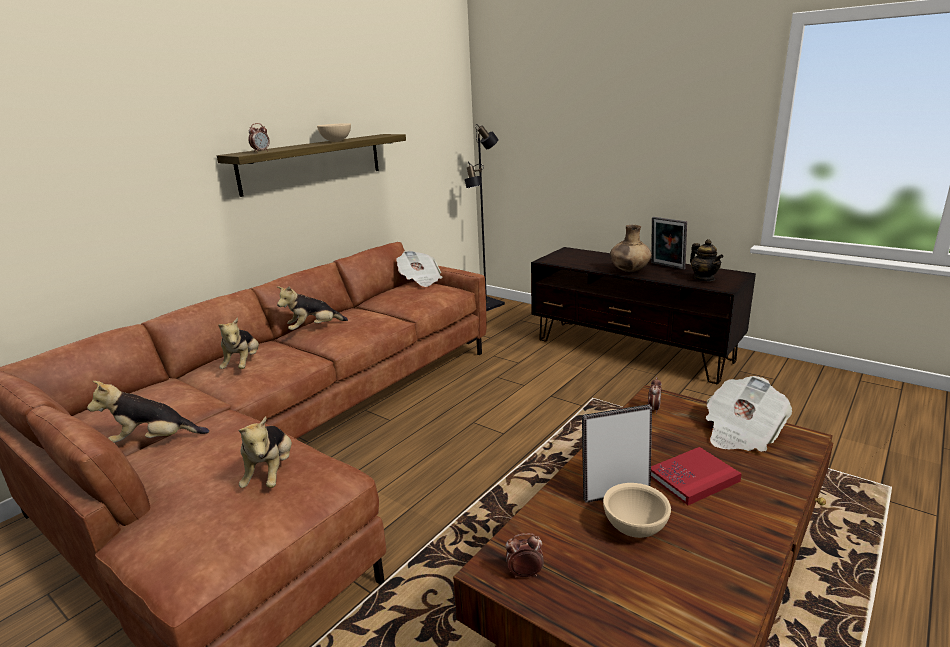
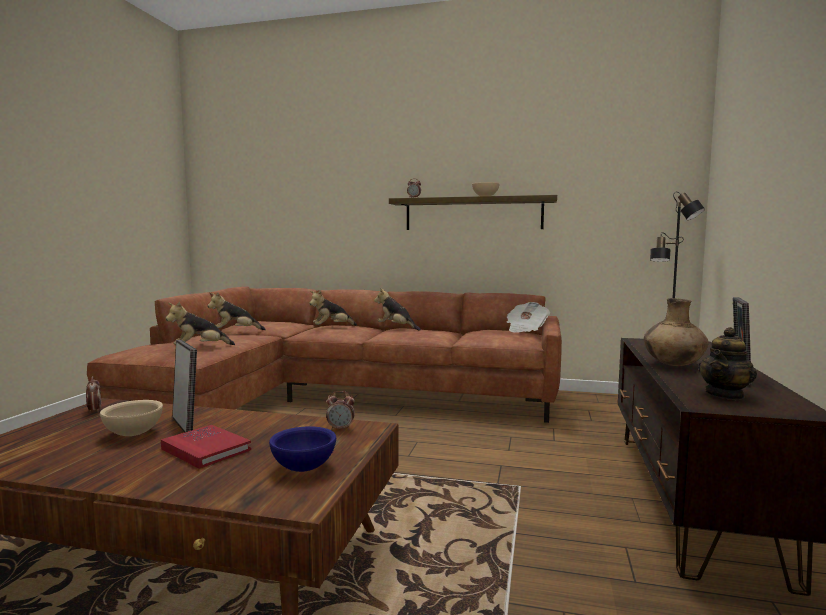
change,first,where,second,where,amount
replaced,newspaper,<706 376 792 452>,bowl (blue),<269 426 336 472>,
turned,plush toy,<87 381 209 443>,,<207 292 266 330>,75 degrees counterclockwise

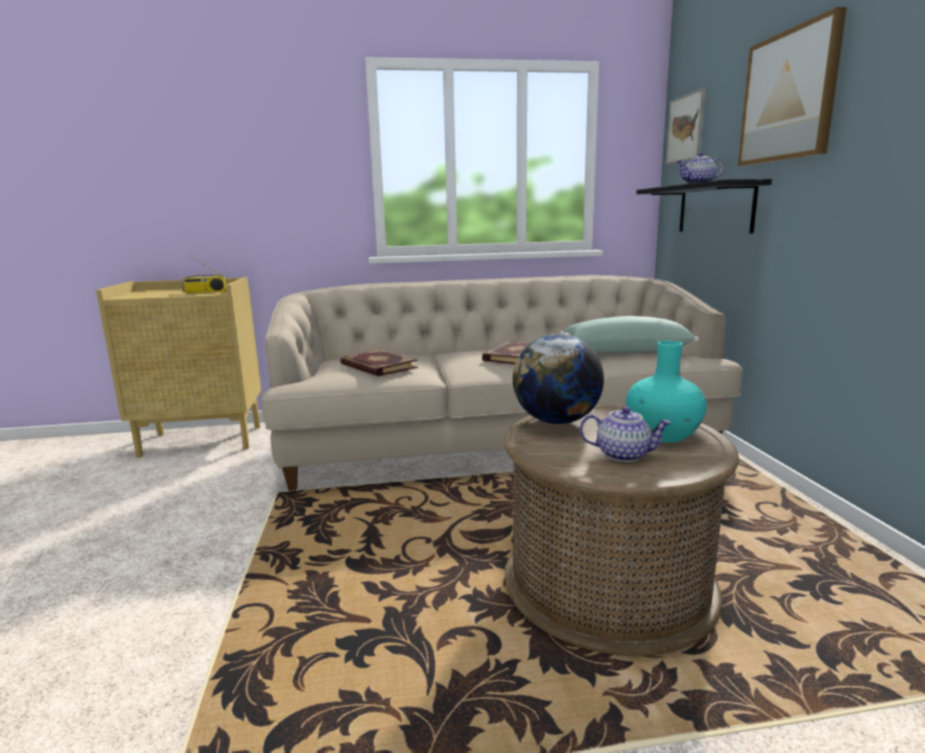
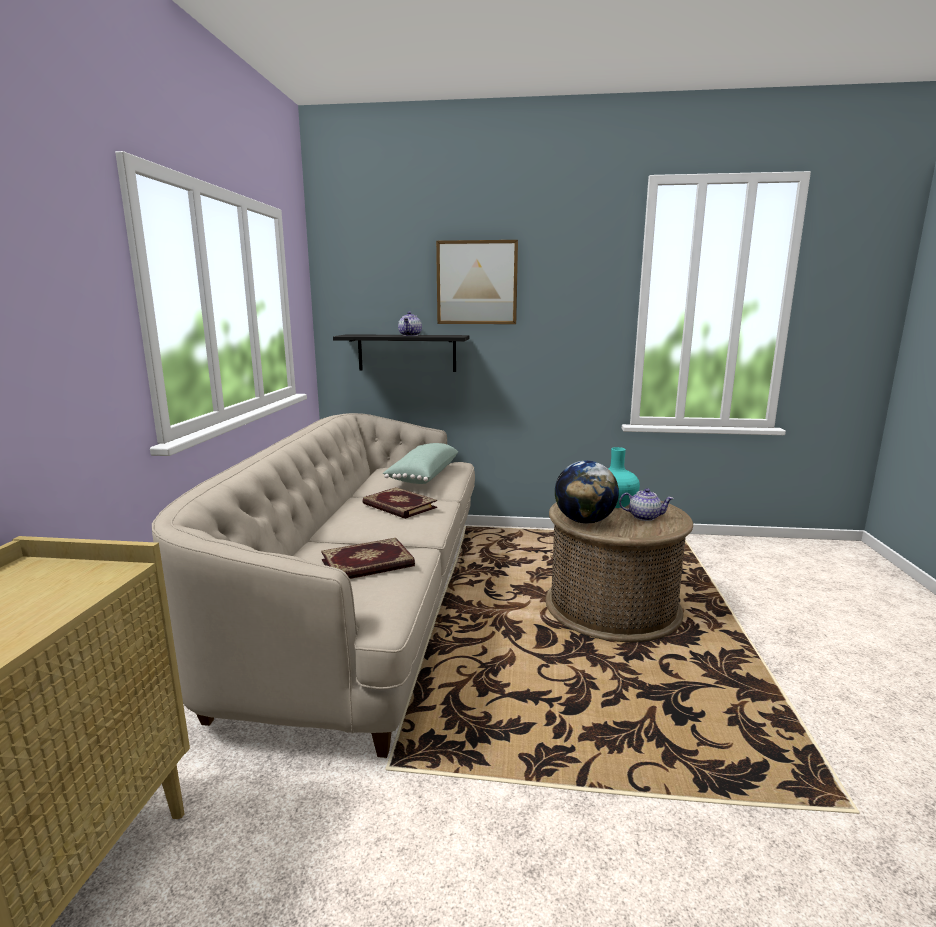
change,first,where,second,where,amount
removed,picture,<666 88 706 164>,,,
removed,radio,<181 254 226 294>,,,
turned,teapot,<579 406 672 462>,,<619 488 674 521>,75 degrees clockwise

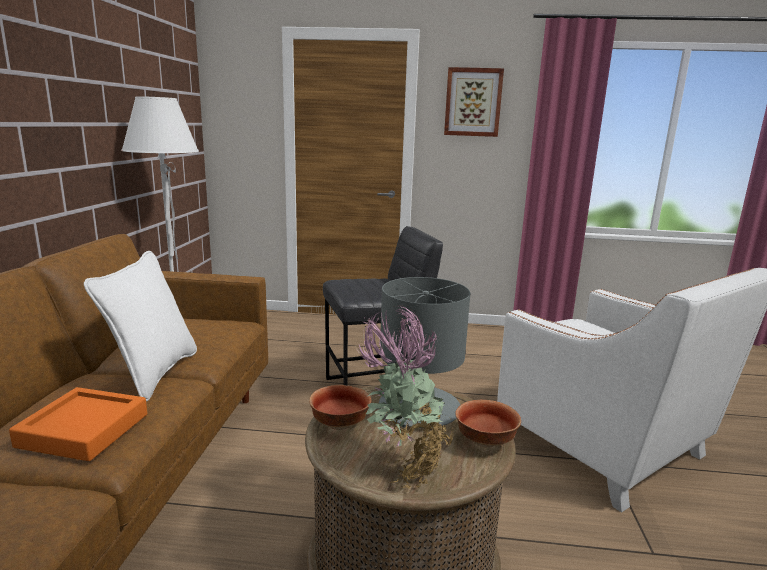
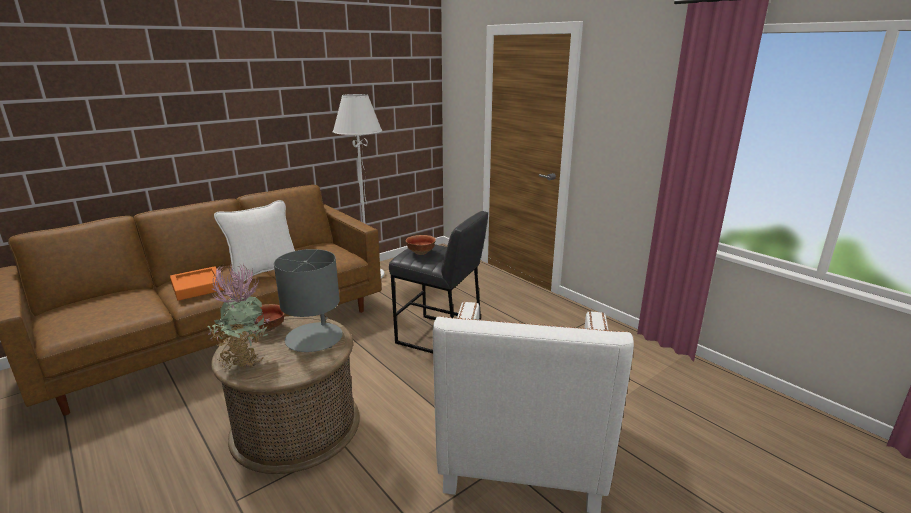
change,first,where,second,where,amount
removed,picture,<444 67 504 137>,,,
moved,bowl,<455 400 521 448>,,<406 235 436 255>,

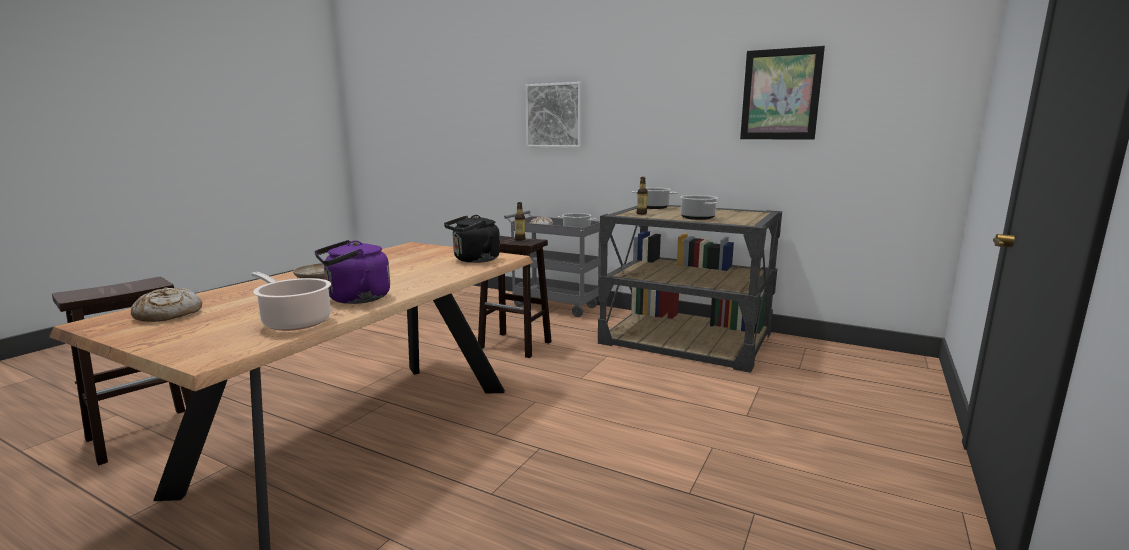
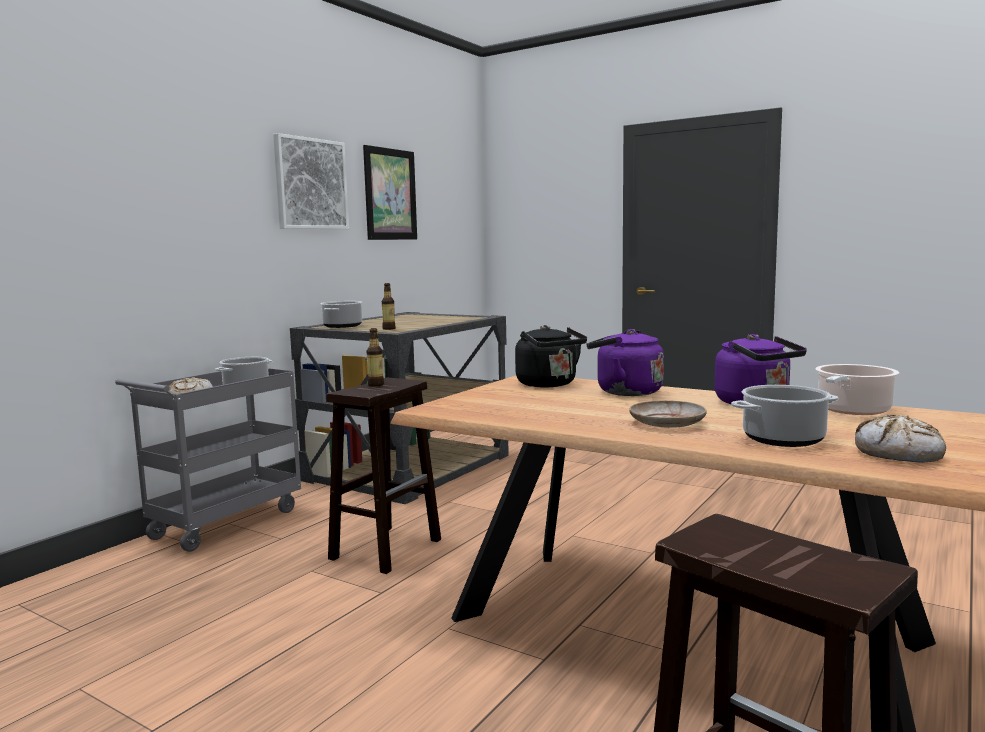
change,first,where,second,where,amount
moved,picture,<525 82 582 148>,,<273 133 349 229>,
moved,cooking pot,<681 195 717 220>,,<731 385 838 447>,
added,,,kettle (purple),<587 329 664 396>,

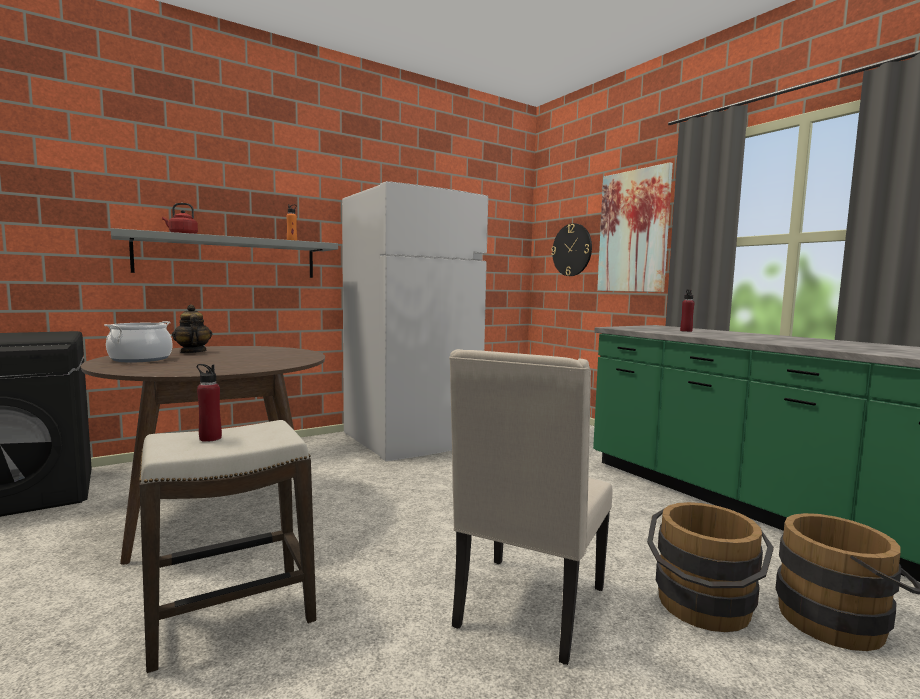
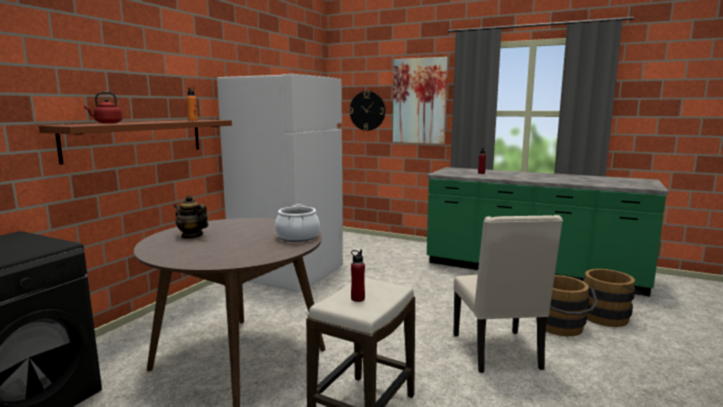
change,first,where,second,where,amount
recoloured,shelf (grey),<111 228 338 278>,shelf (brown),<39 120 232 165>,
moved,cooking pot,<104 321 172 362>,,<275 204 320 242>,

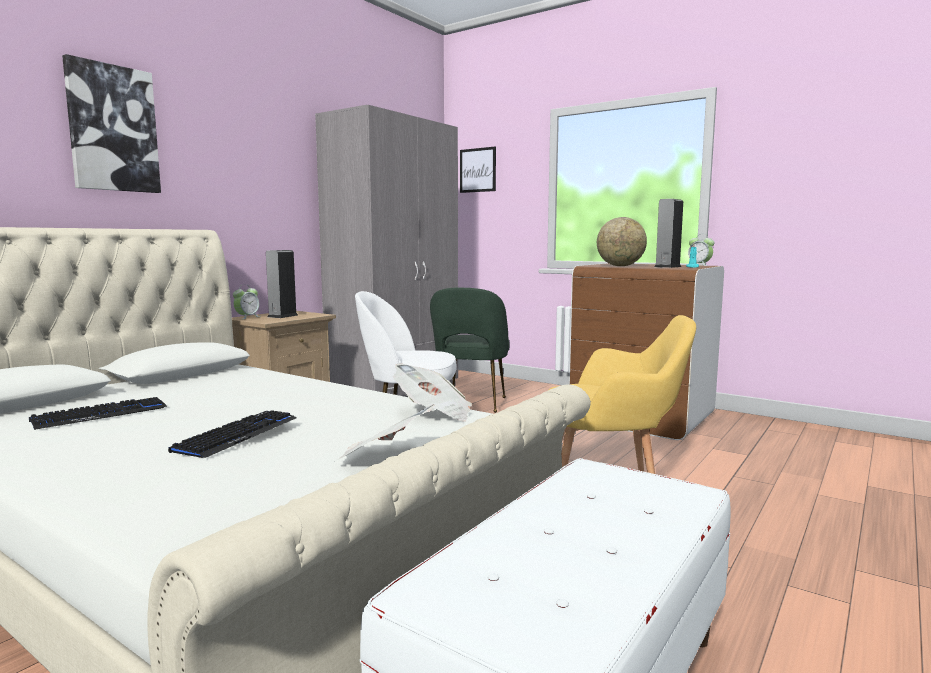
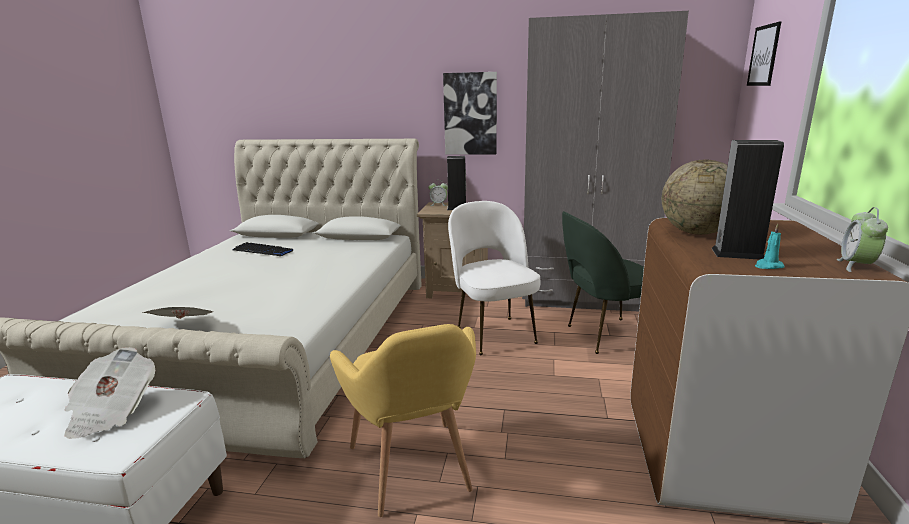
change,first,where,second,where,amount
moved,picture,<62 54 161 193>,,<443 72 497 154>,
moved,newspaper,<393 363 472 421>,,<64 347 156 439>,
removed,keyboard,<168 410 297 458>,,,

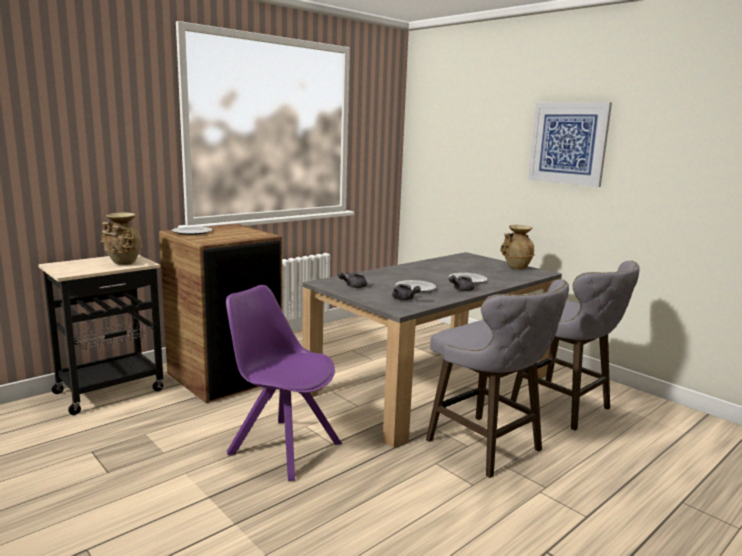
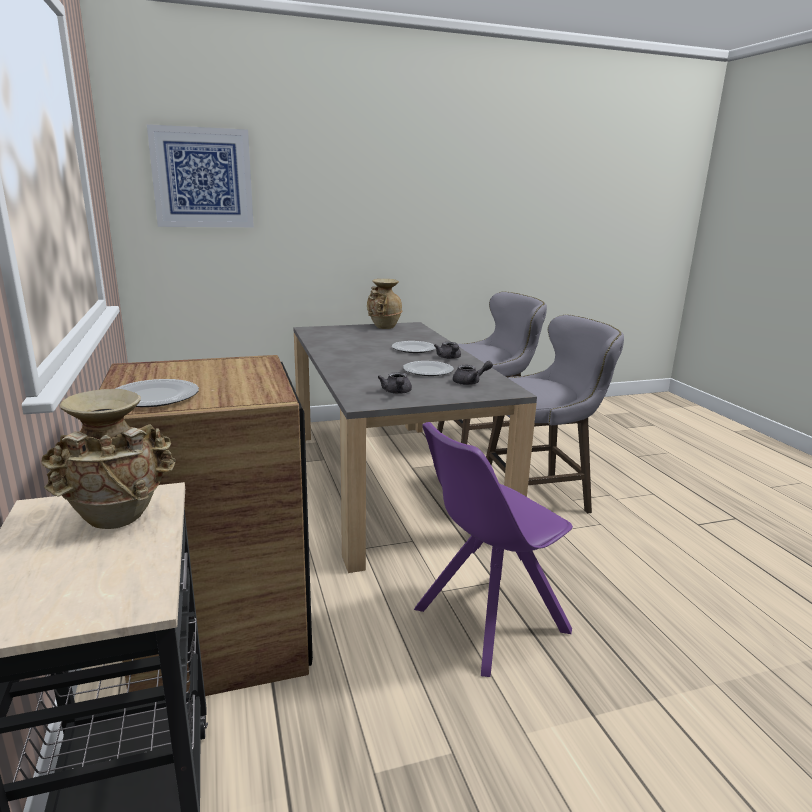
change,first,where,second,where,amount
moved,picture,<528 102 612 187>,,<147 124 254 227>,

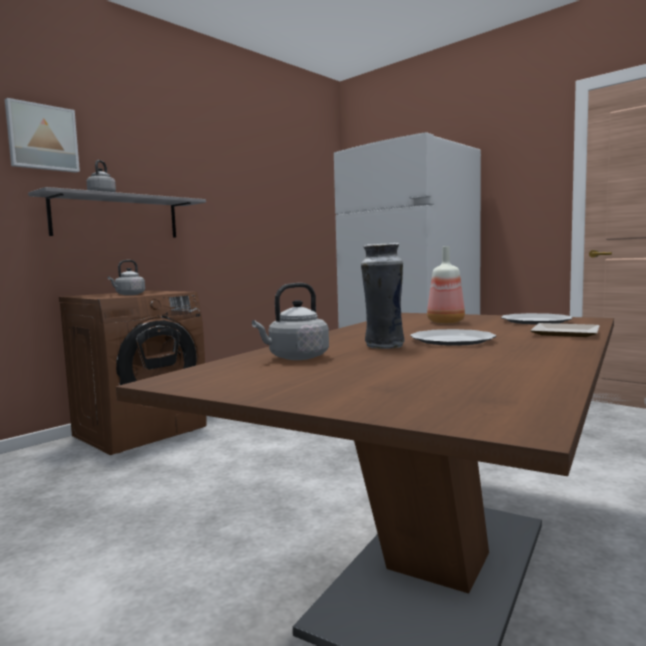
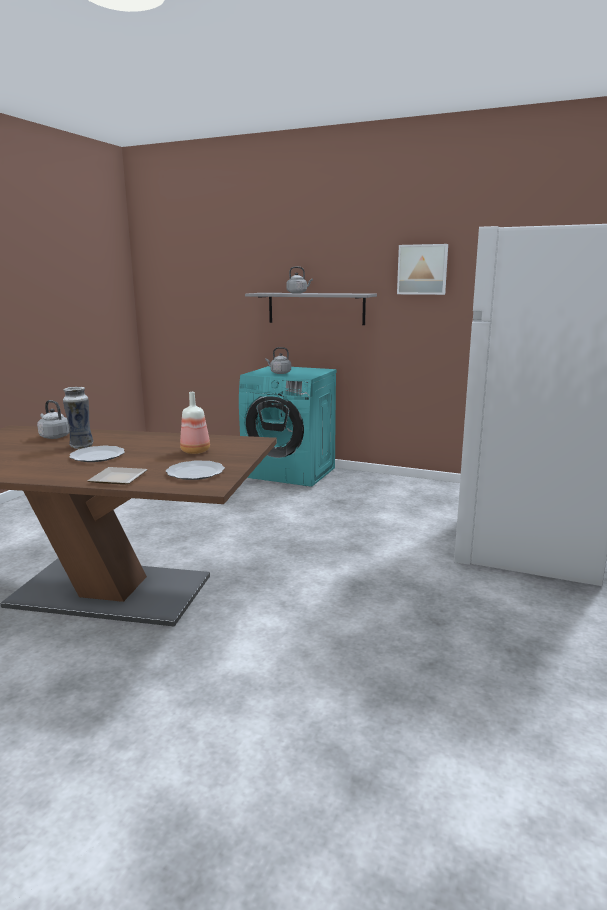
change,first,where,second,where,amount
moved,picture,<5 98 80 173>,,<397 244 448 295>,
recoloured,washing machine (brown),<59 291 206 455>,washing machine (turquoise),<239 366 336 487>,

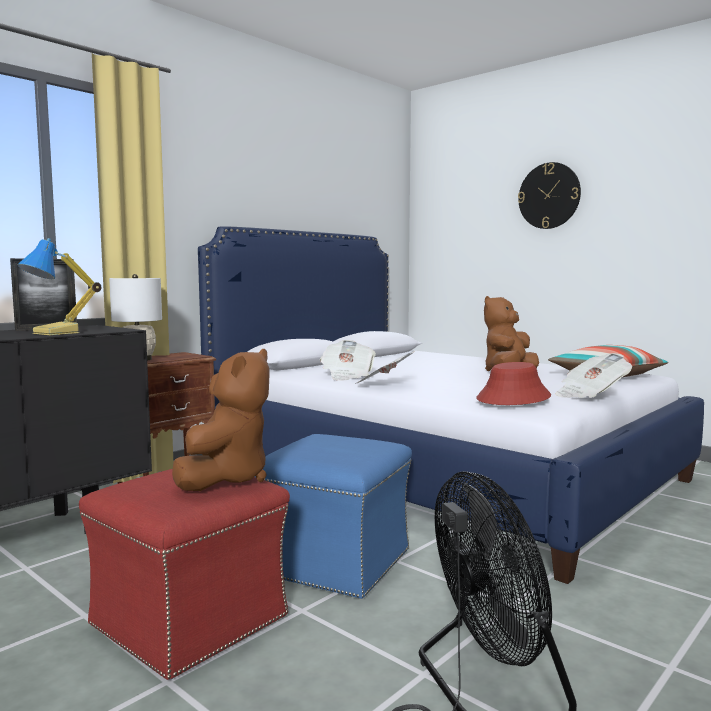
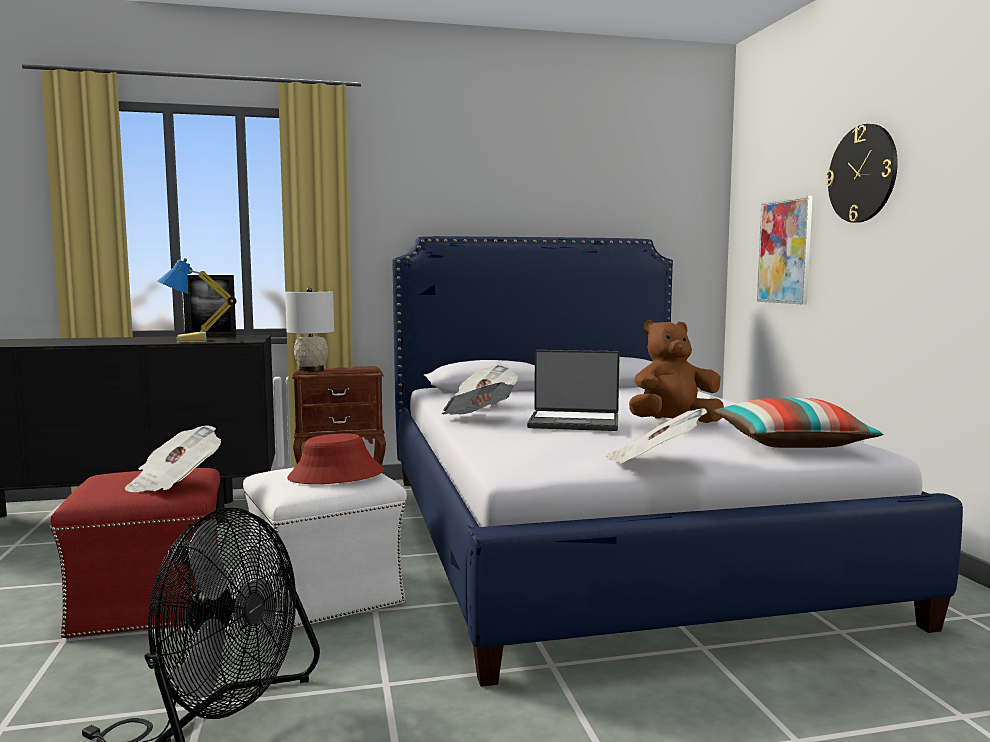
change,first,where,second,where,amount
replaced,plush toy (brown),<172 349 270 491>,newspaper,<125 426 221 492>,
moved,hat (red),<476 362 551 405>,,<287 434 384 484>,
recoloured,ottoman (blue),<255 434 412 599>,ottoman (white),<243 467 407 630>,
added,,,picture,<757 196 813 304>,
added,,,laptop,<527 350 620 431>,

